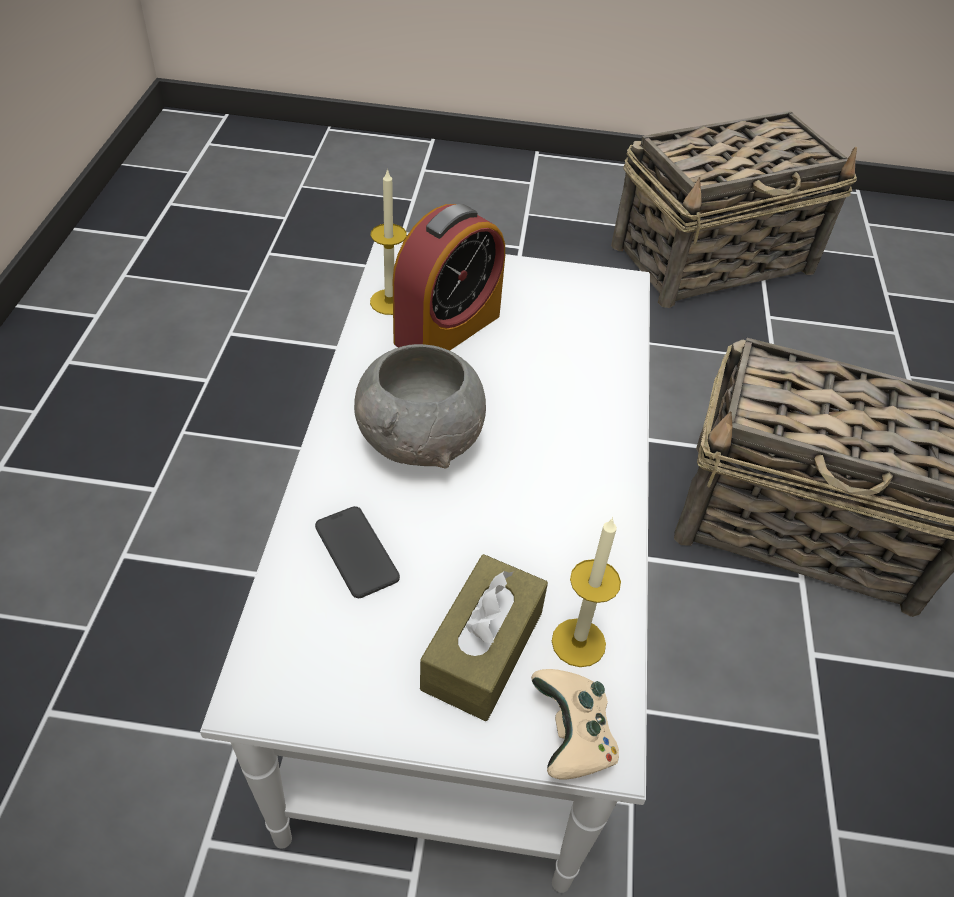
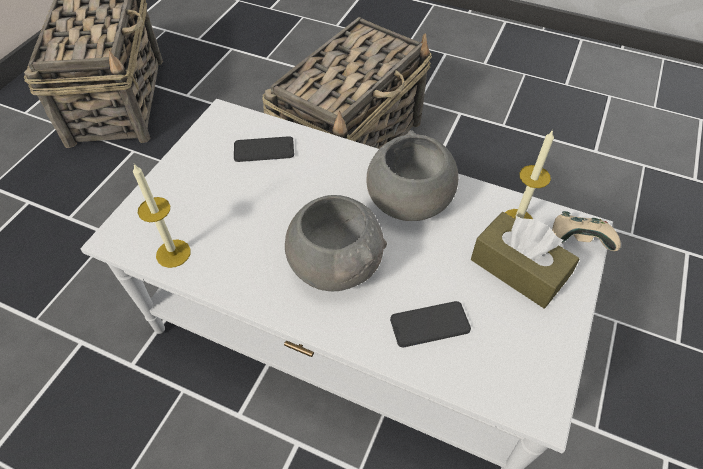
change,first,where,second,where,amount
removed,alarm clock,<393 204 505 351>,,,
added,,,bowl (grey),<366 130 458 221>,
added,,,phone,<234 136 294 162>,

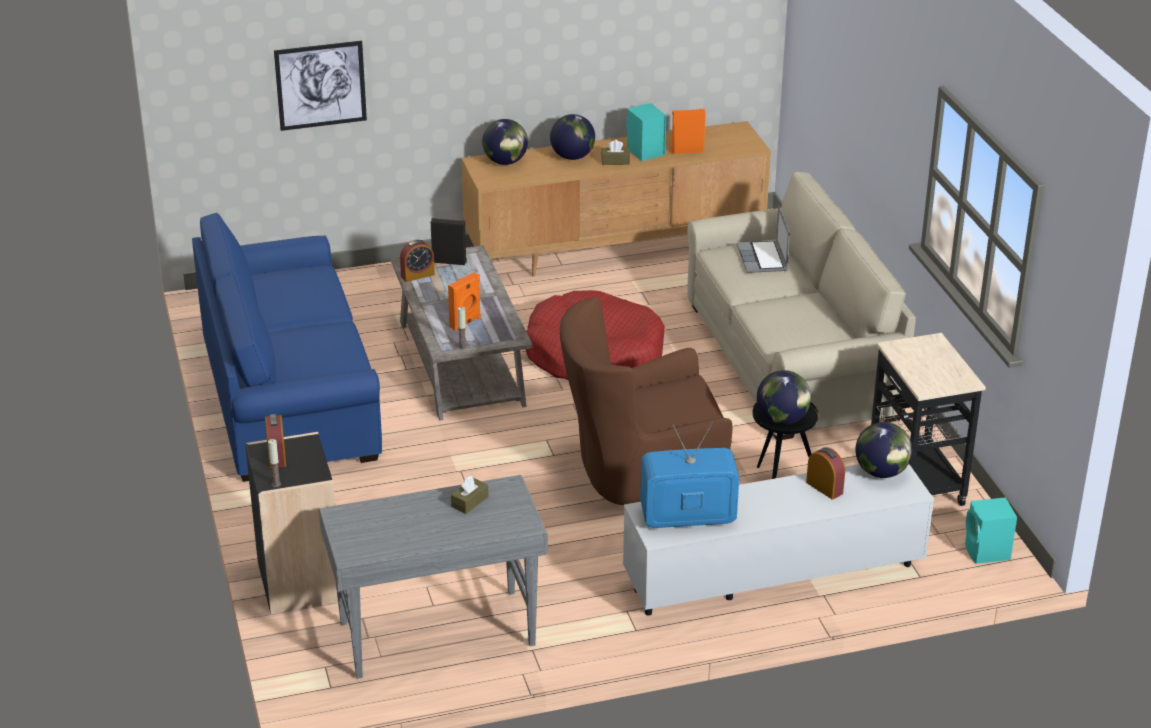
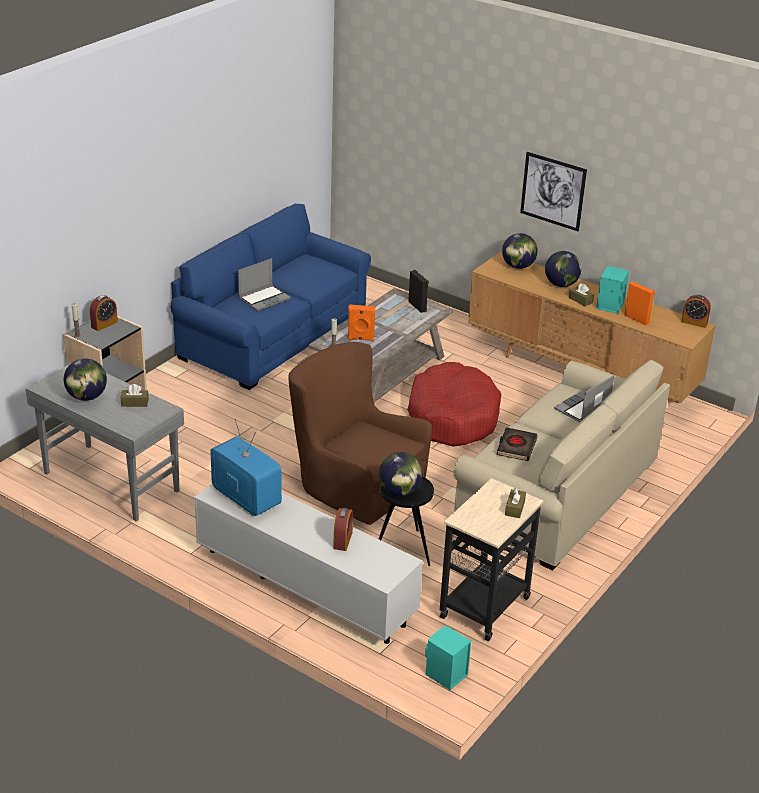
change,first,where,second,where,amount
moved,picture,<274 41 367 131>,,<520 152 587 232>,
moved,alarm clock,<400 240 435 282>,,<681 295 711 328>,
moved,globe,<855 422 912 478>,,<64 358 107 401>,
added,,,laptop,<238 258 291 311>,
added,,,book (black),<496 427 538 461>,
added,,,tissue box (brown),<505 488 526 518>,

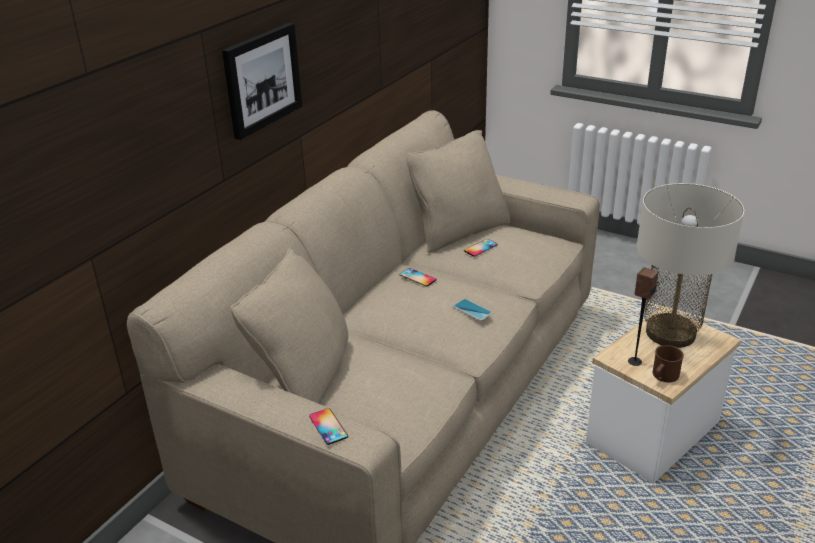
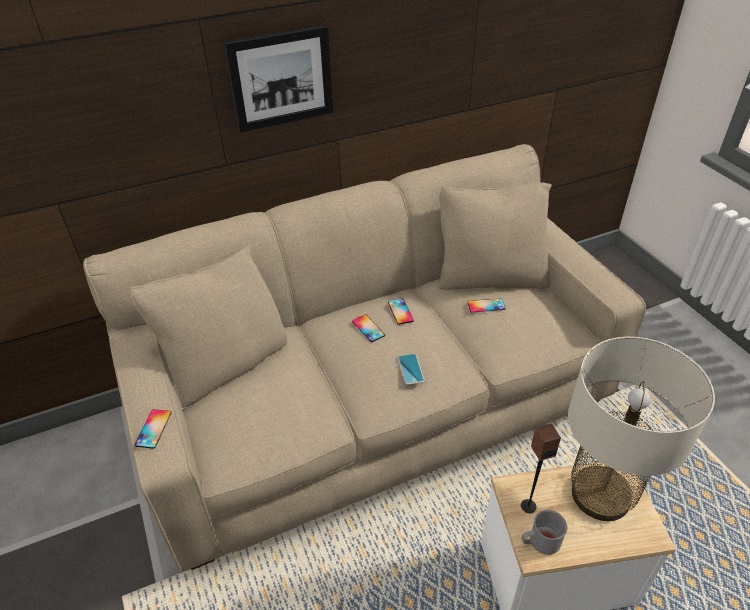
change,first,where,second,where,amount
recoloured,mug (brown),<653 345 684 382>,mug (grey),<522 510 567 555>,
added,,,phone,<352 314 385 342>,

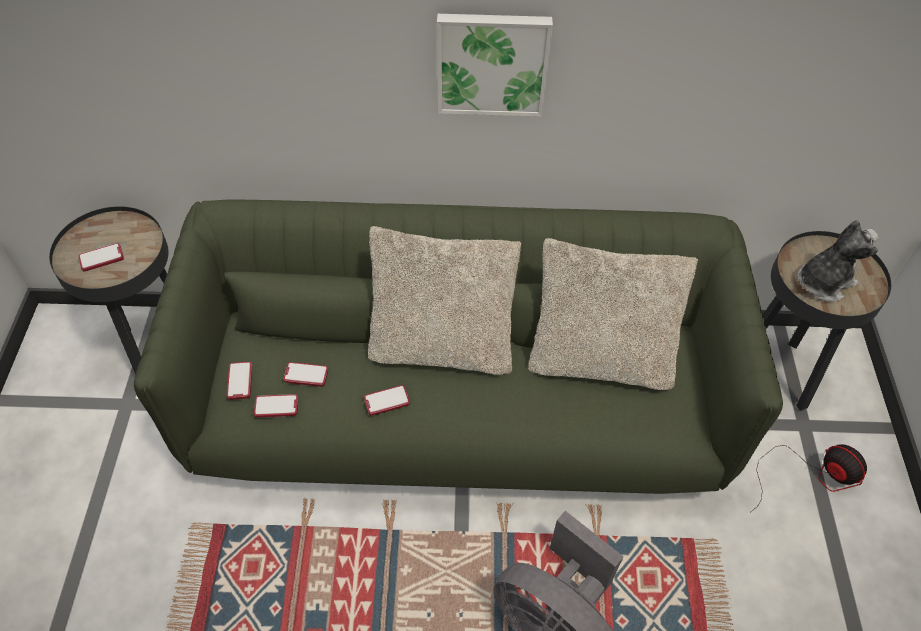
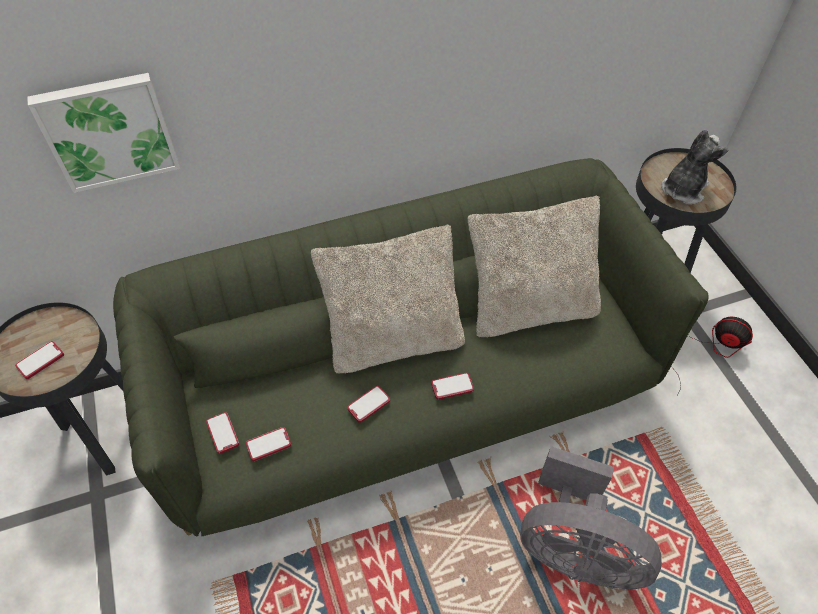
change,first,where,second,where,amount
moved,picture,<437 14 553 117>,,<27 73 180 193>,
moved,phone,<283 362 328 387>,,<431 373 474 400>,

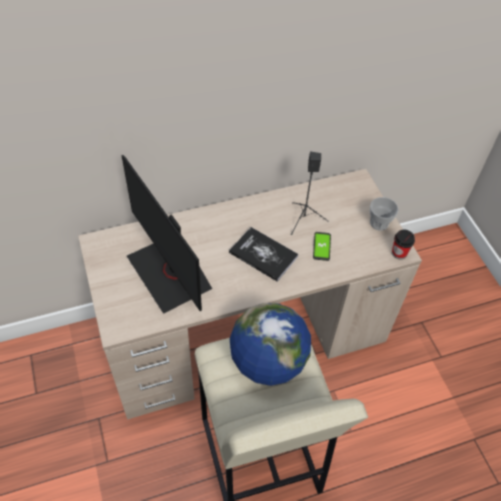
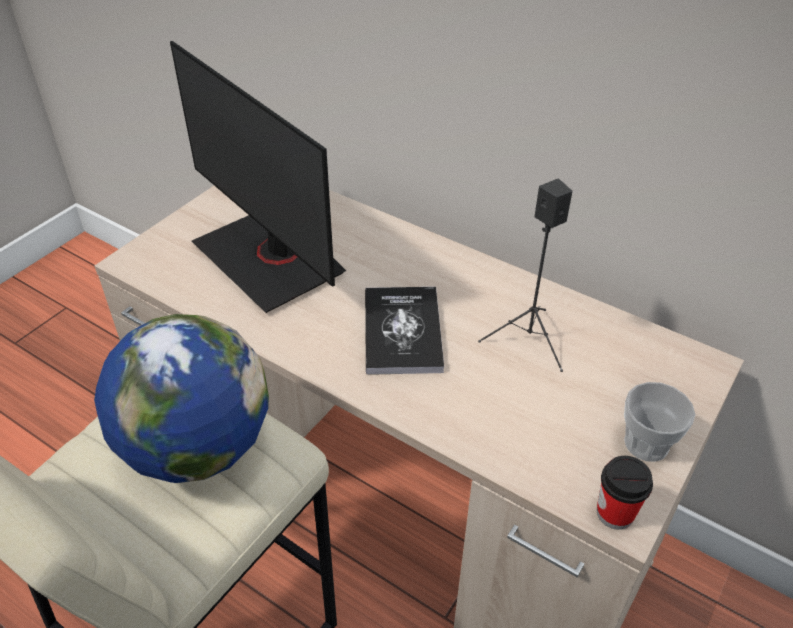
change,first,where,second,where,amount
turned,monitor,<122 155 212 314>,,<170 41 346 313>,60 degrees counterclockwise
removed,phone,<313 232 331 261>,,,

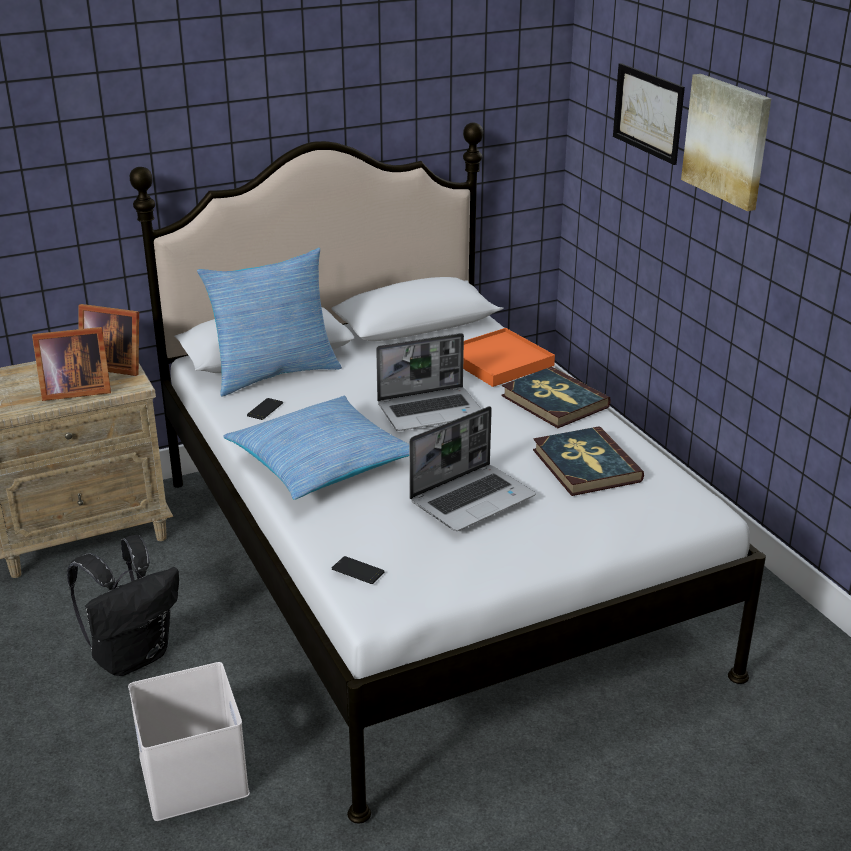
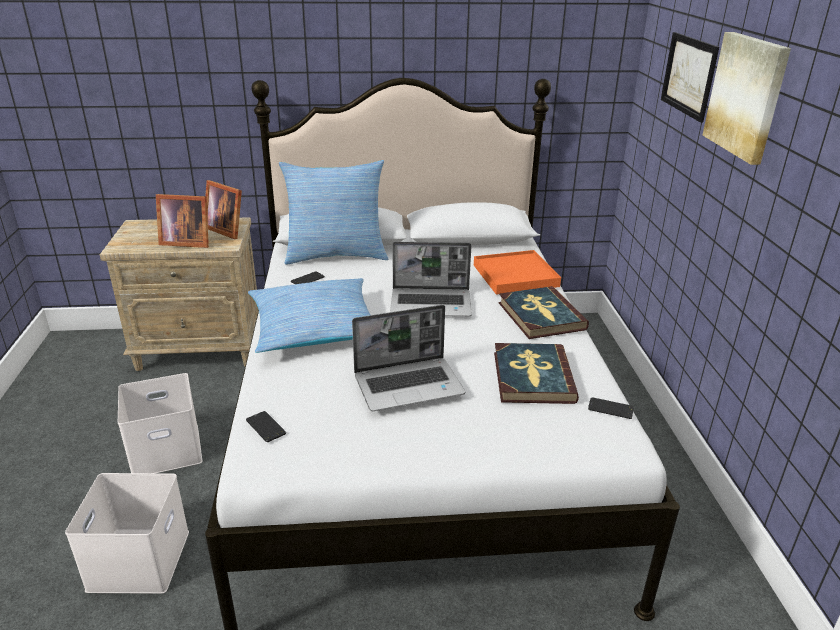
change,first,where,second,where,amount
replaced,backpack (black),<67 535 179 676>,storage box (white),<118 373 202 473>,
added,,,phone,<588 397 634 419>,

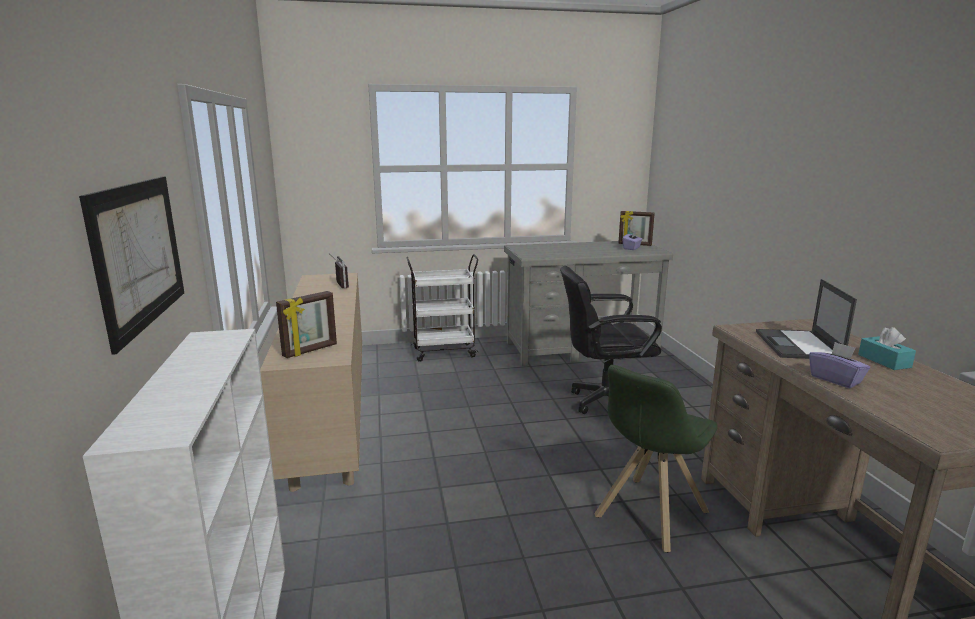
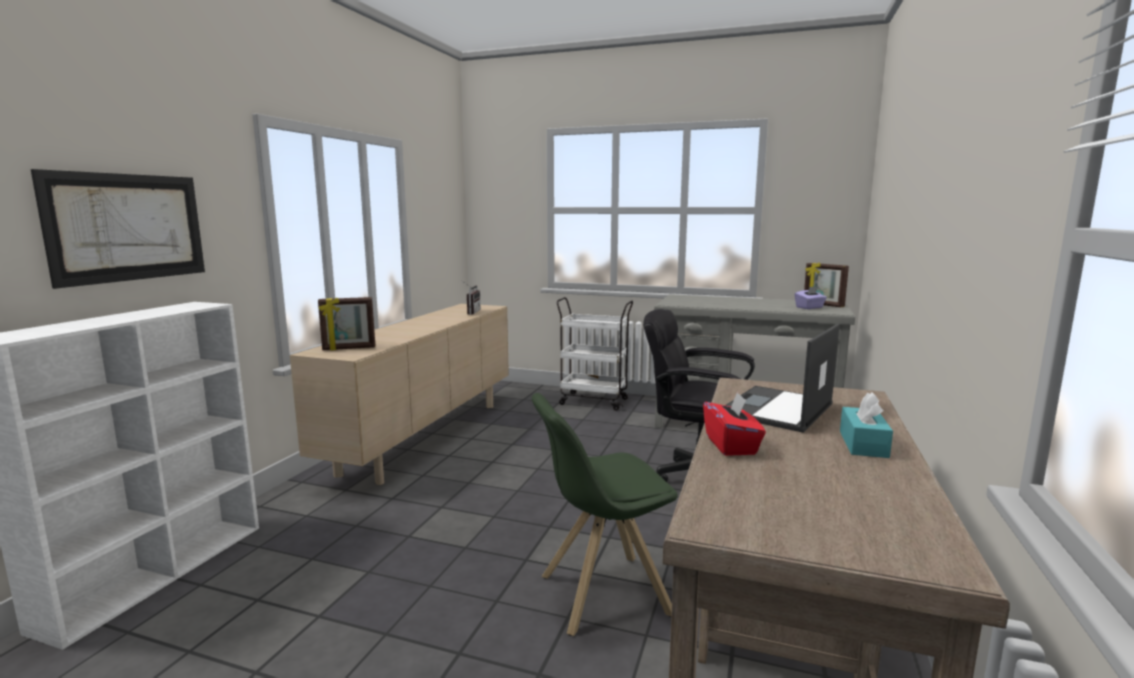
change,first,where,second,where,amount
recoloured,tissue box (purple),<809 342 870 388>,tissue box (red),<703 392 766 456>,

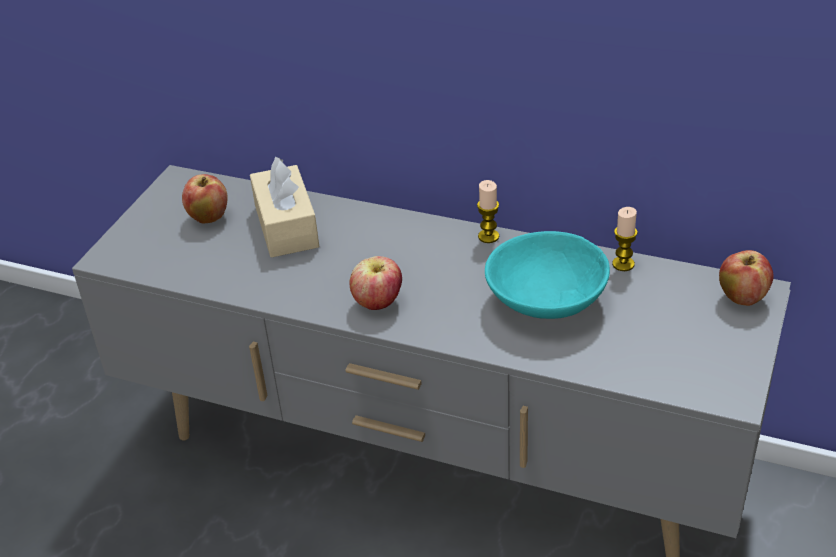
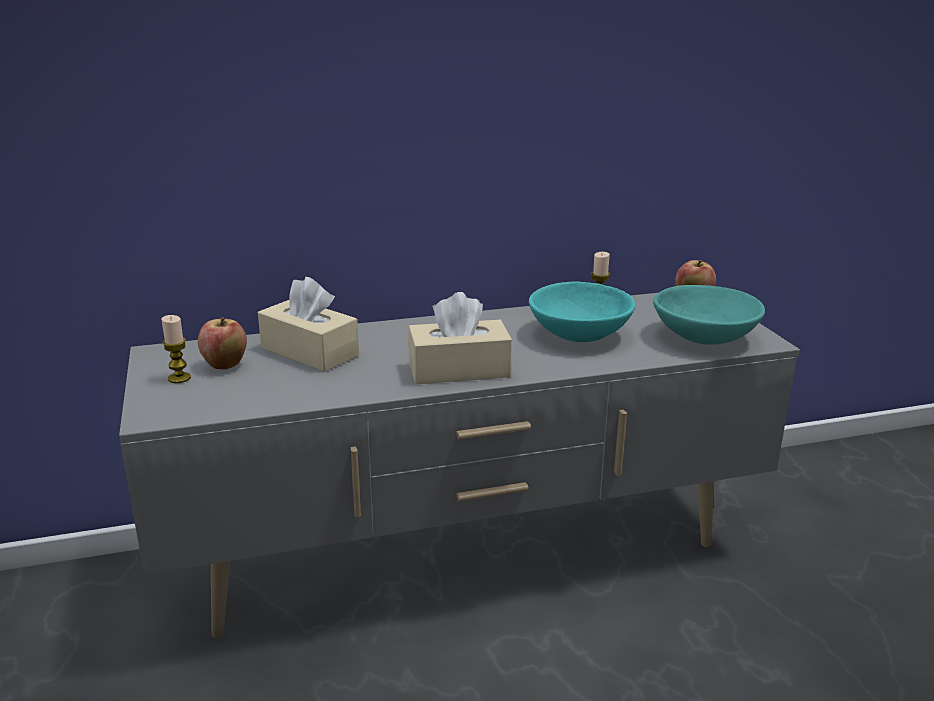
change,first,where,second,where,amount
moved,candle,<477 180 499 243>,,<161 315 191 383>,
replaced,apple,<350 256 402 310>,tissue box (beige),<408 292 512 384>,
added,,,bowl (turquoise),<653 285 765 345>,

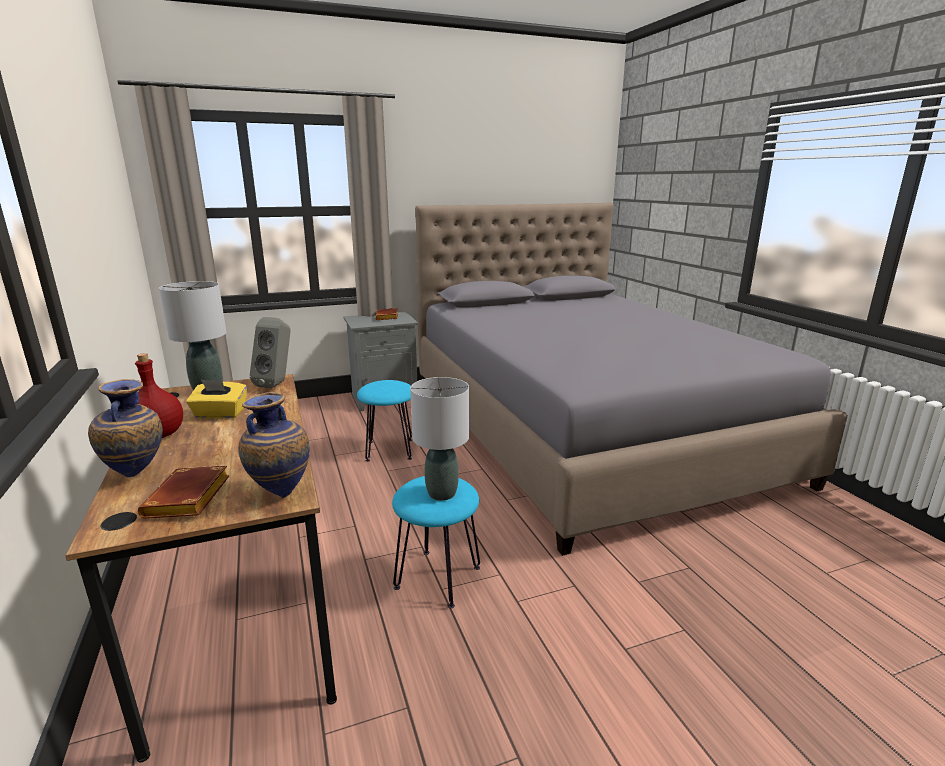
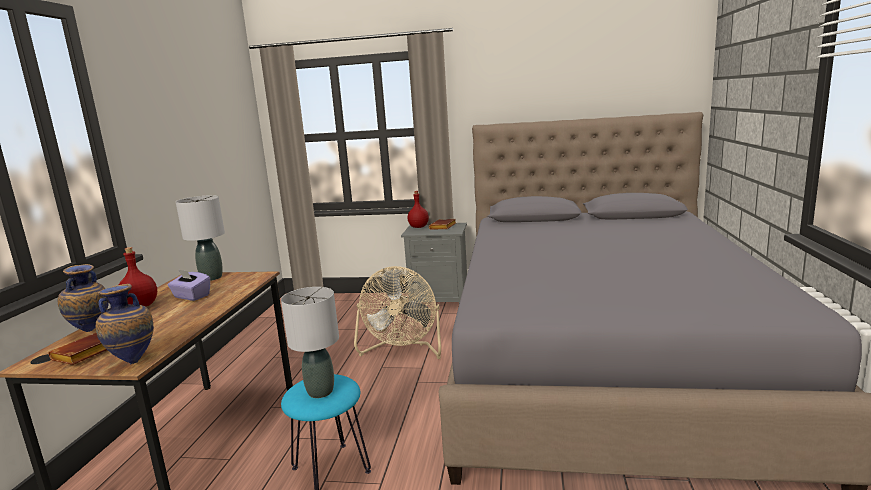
change,first,where,second,where,amount
removed,speaker (grey),<250 317 290 389>,,,
recoloured,tissue box (yellow),<186 380 247 419>,tissue box (purple),<168 269 210 301>,
replaced,stool (turquoise),<357 380 412 462>,fan (beige),<354 266 441 359>,
added,,,bottle (red),<408 191 429 228>,

